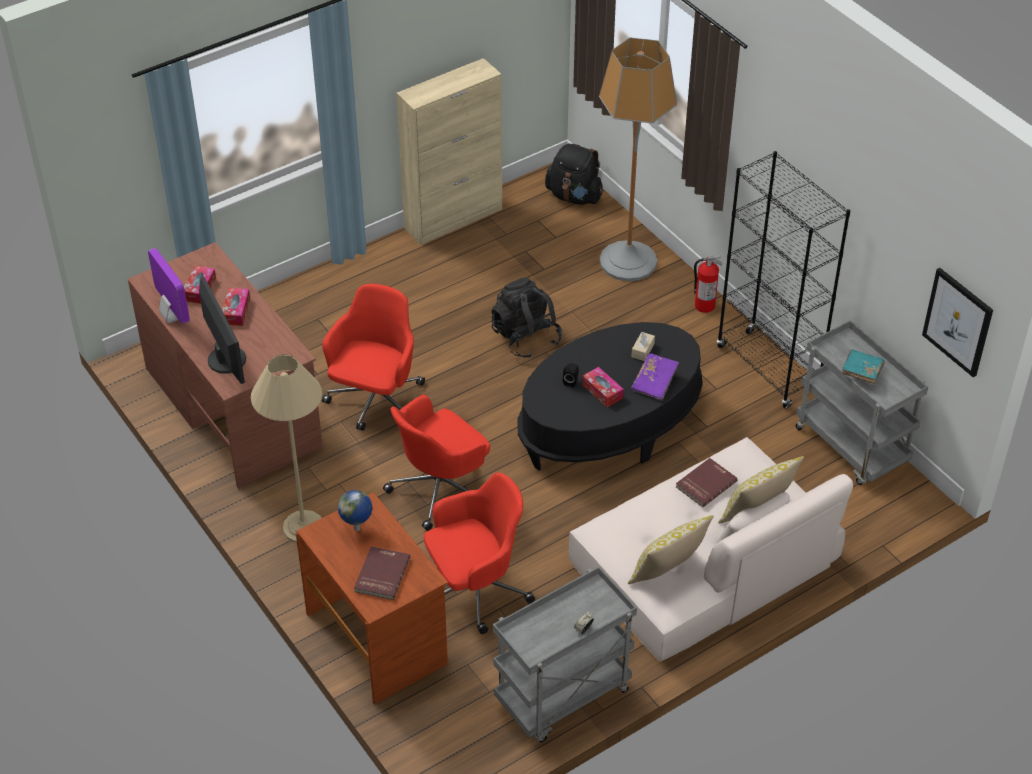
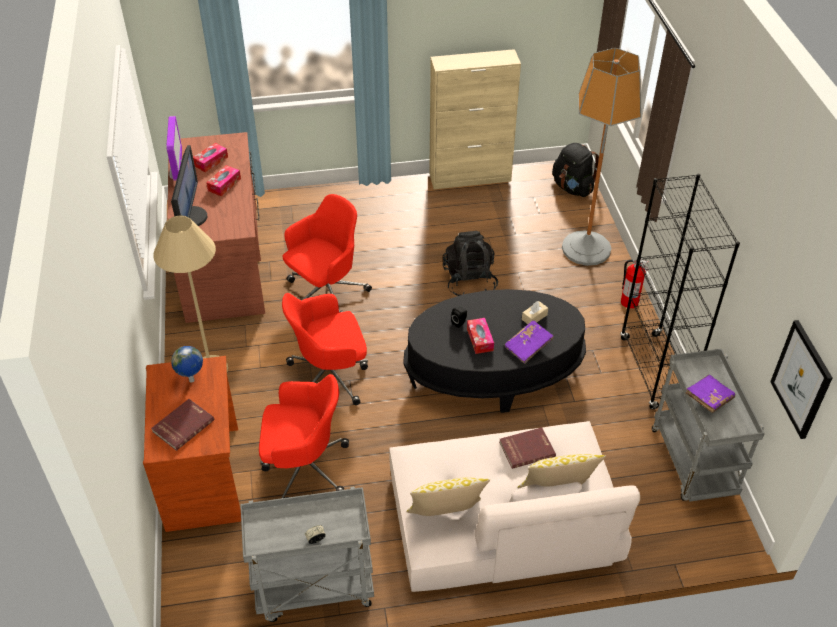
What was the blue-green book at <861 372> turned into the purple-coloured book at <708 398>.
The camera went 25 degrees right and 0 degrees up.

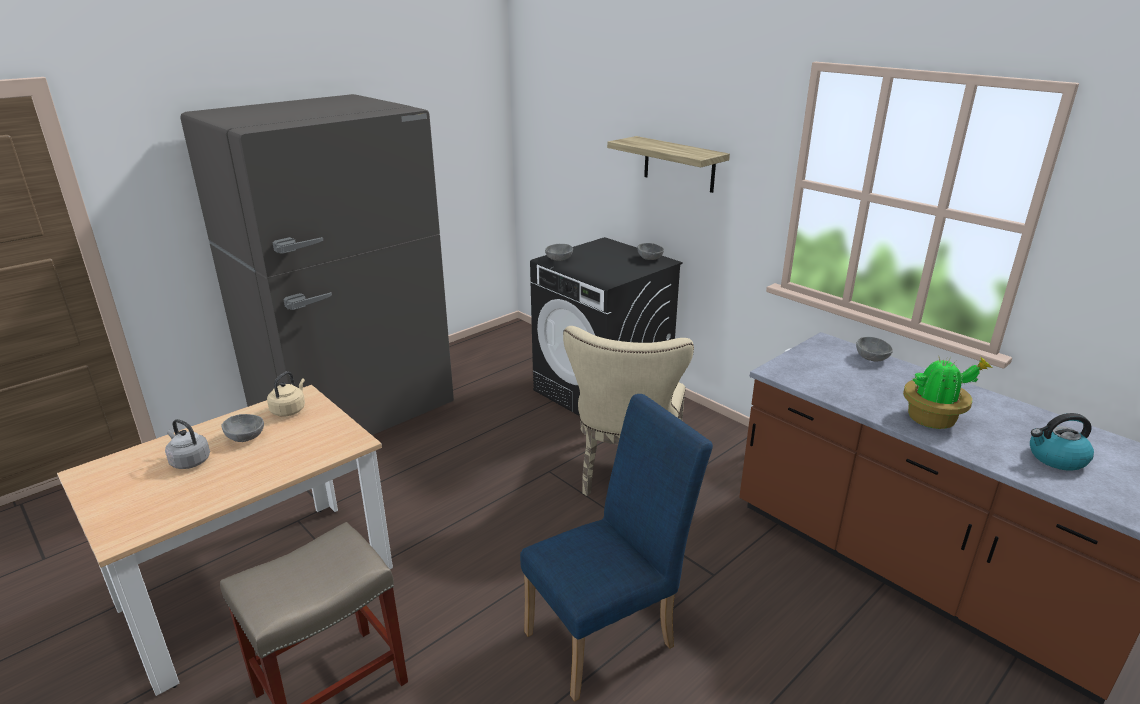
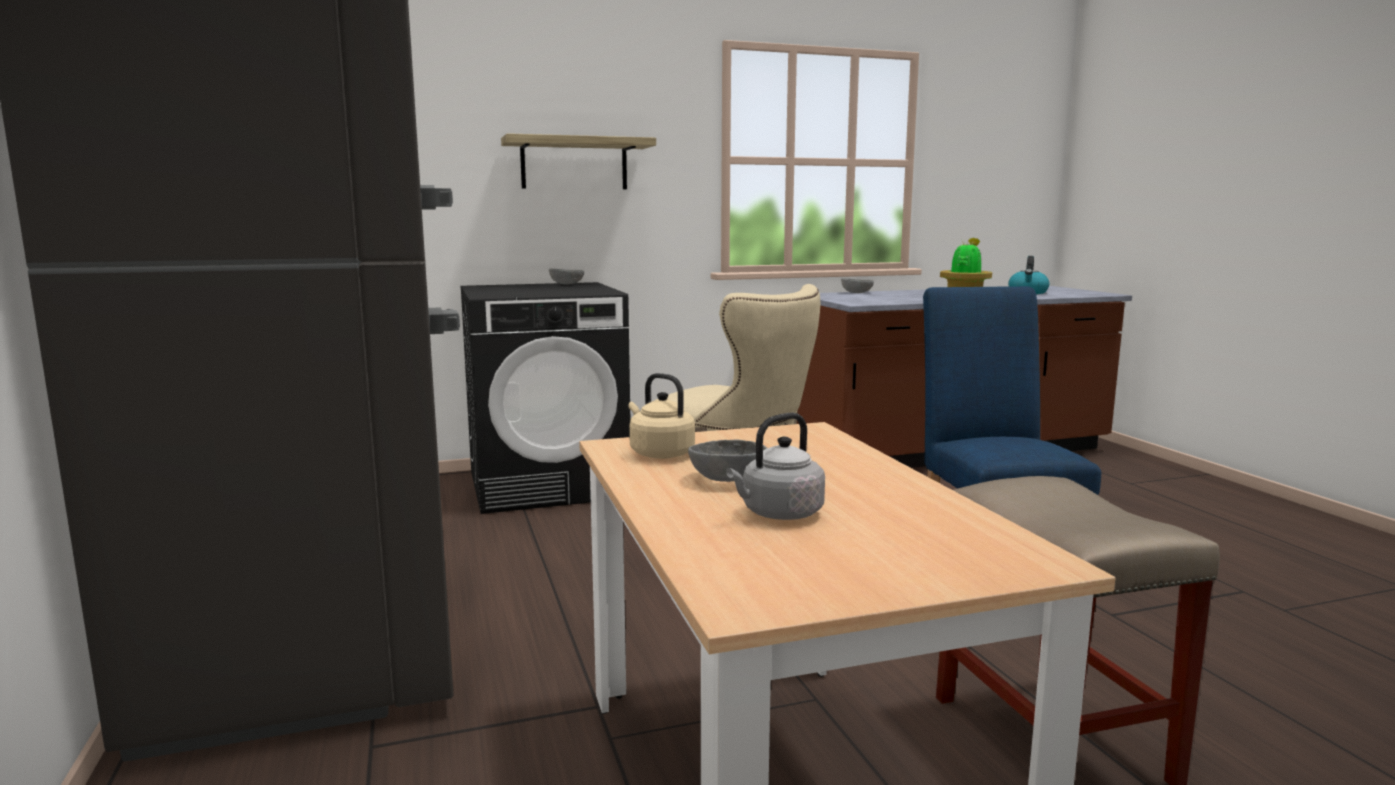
The second view lost the gray bowl at <559 259>.
The camera went 65 degrees left and 15 degrees down.

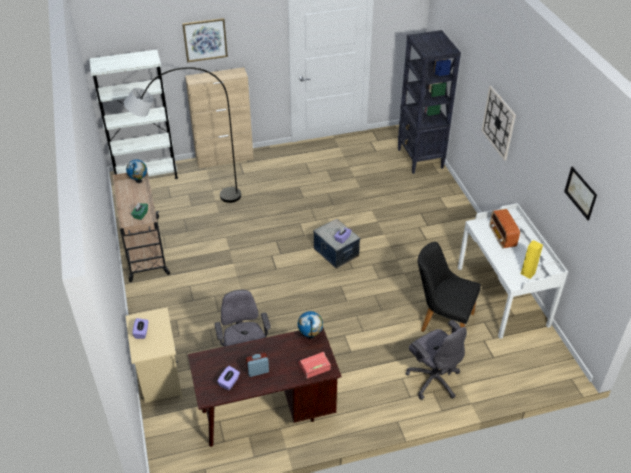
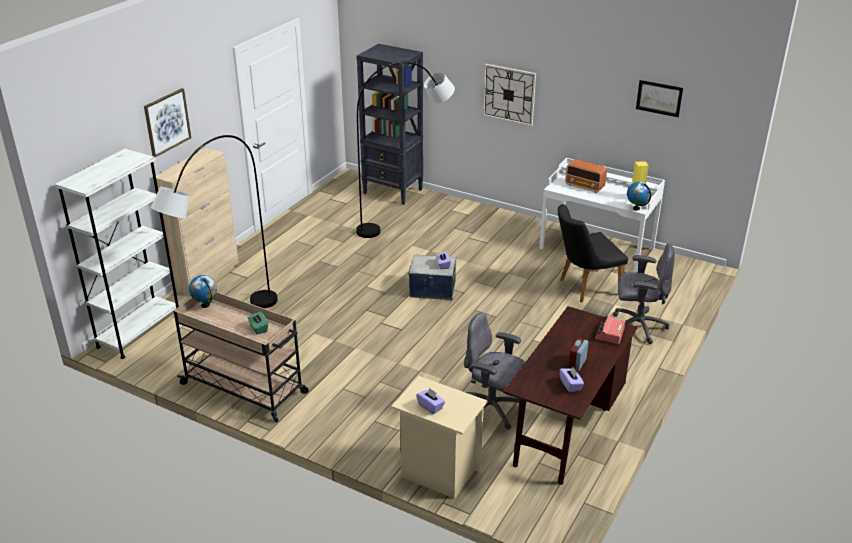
The world globe ended up elsewhere, having gone from <310 336> to <636 208>.
The second view gained the gray floor lamp at <407 220>.
The camera went 45 degrees left and 10 degrees down.

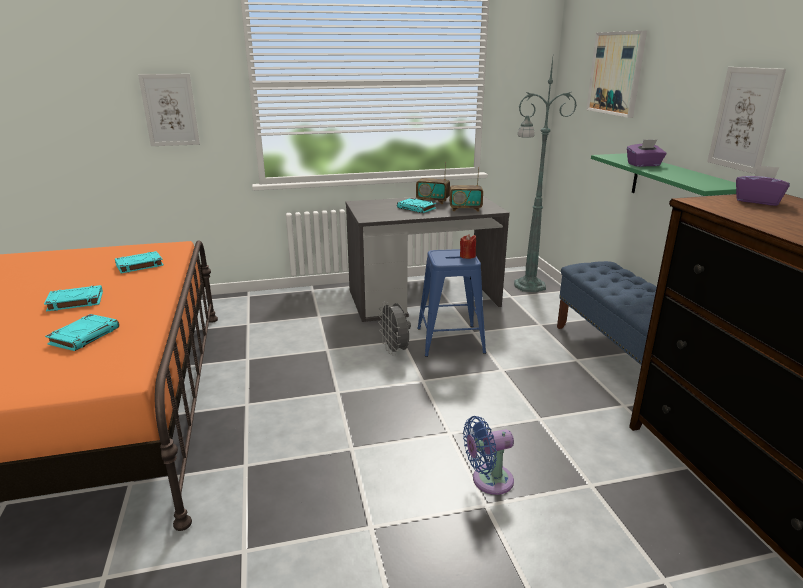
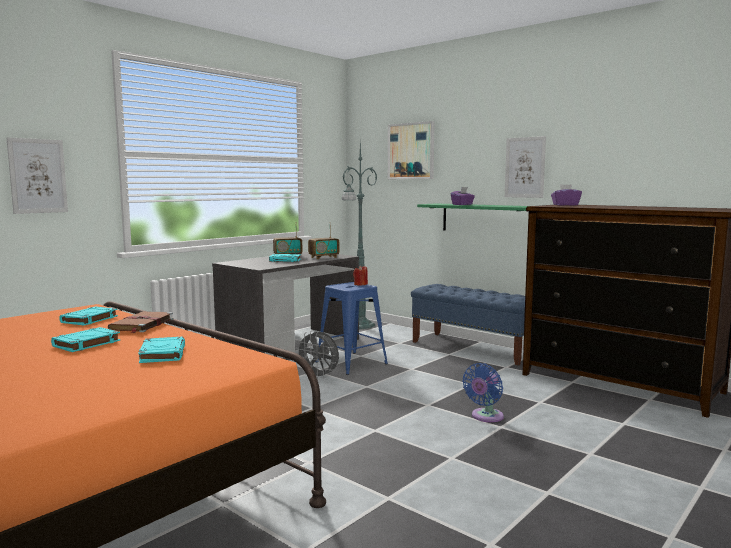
The second view gained the brownish book at <141 324>.
The camera went 35 degrees left and 15 degrees down.

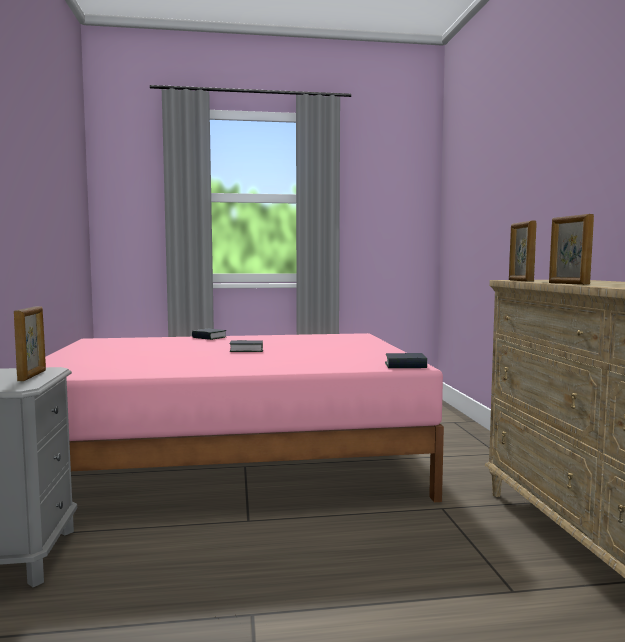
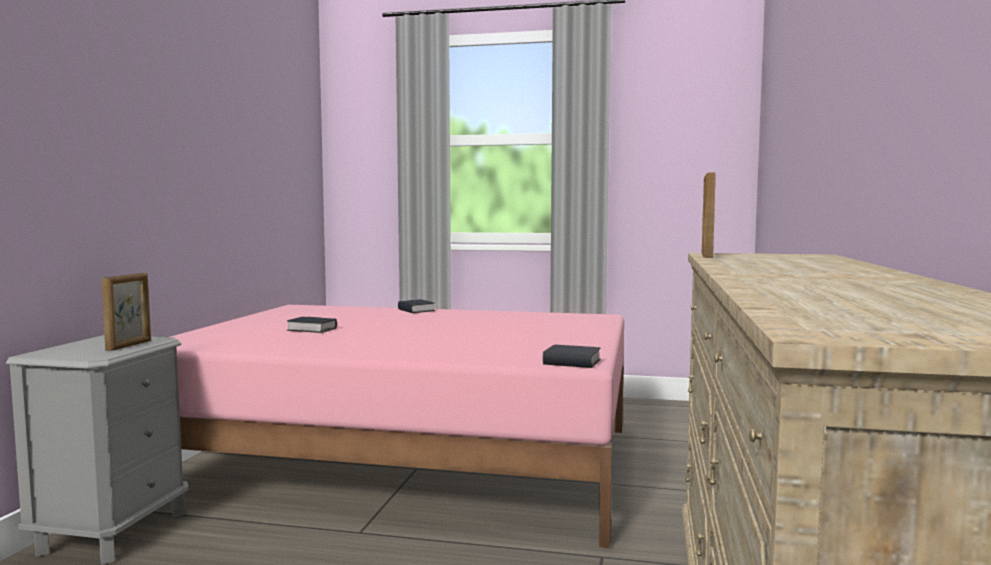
The book ended up elsewhere, having gone from <246 350> to <312 329>.
The second view lost the photo frame at <568 283>.
The camera went 20 degrees right and 0 degrees up.

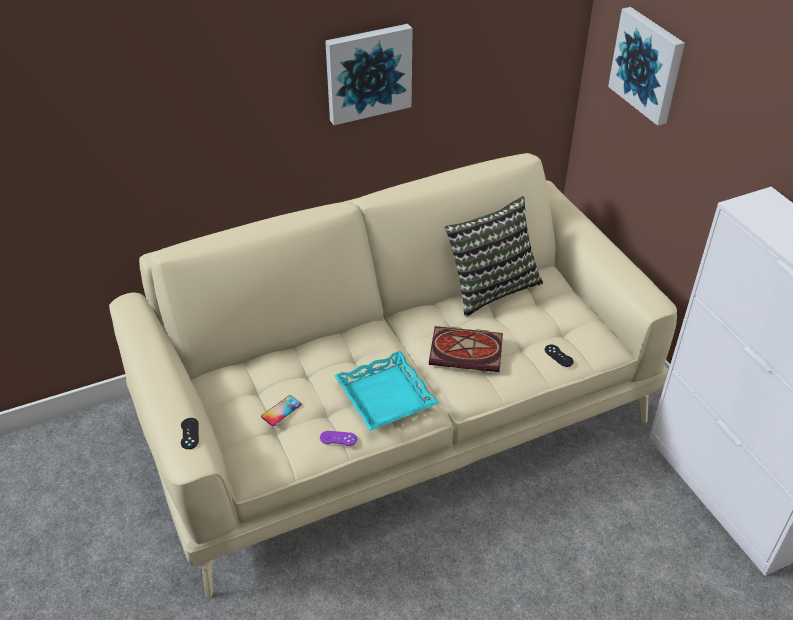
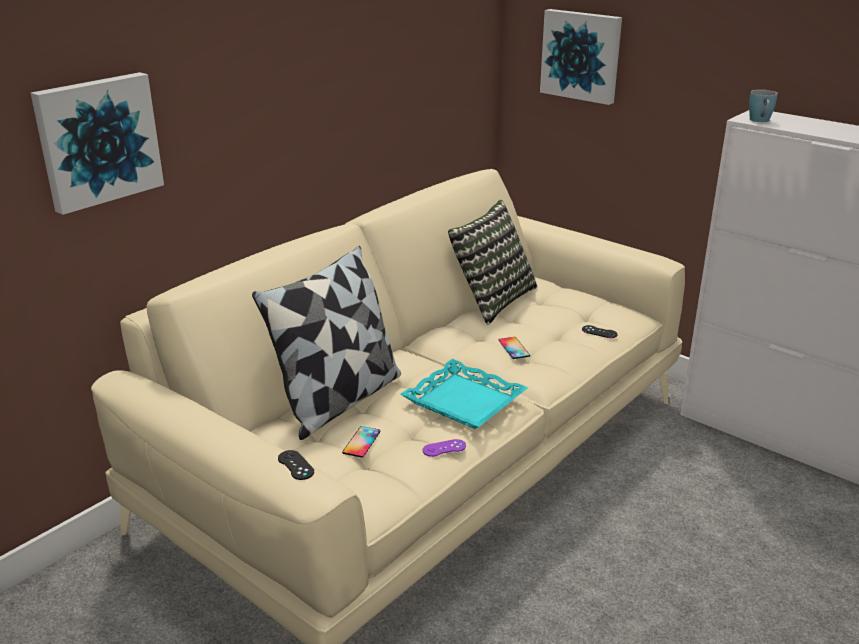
The wall art ended up elsewhere, having gone from <368 72> to <98 140>.
Where the book stood at <468 351>, the telephone came to stand at <514 348>.
The second view gained the throw pillow at <339 400>.
The second view gained the blue mug at <760 121>.
The camera went 25 degrees left and 15 degrees down.

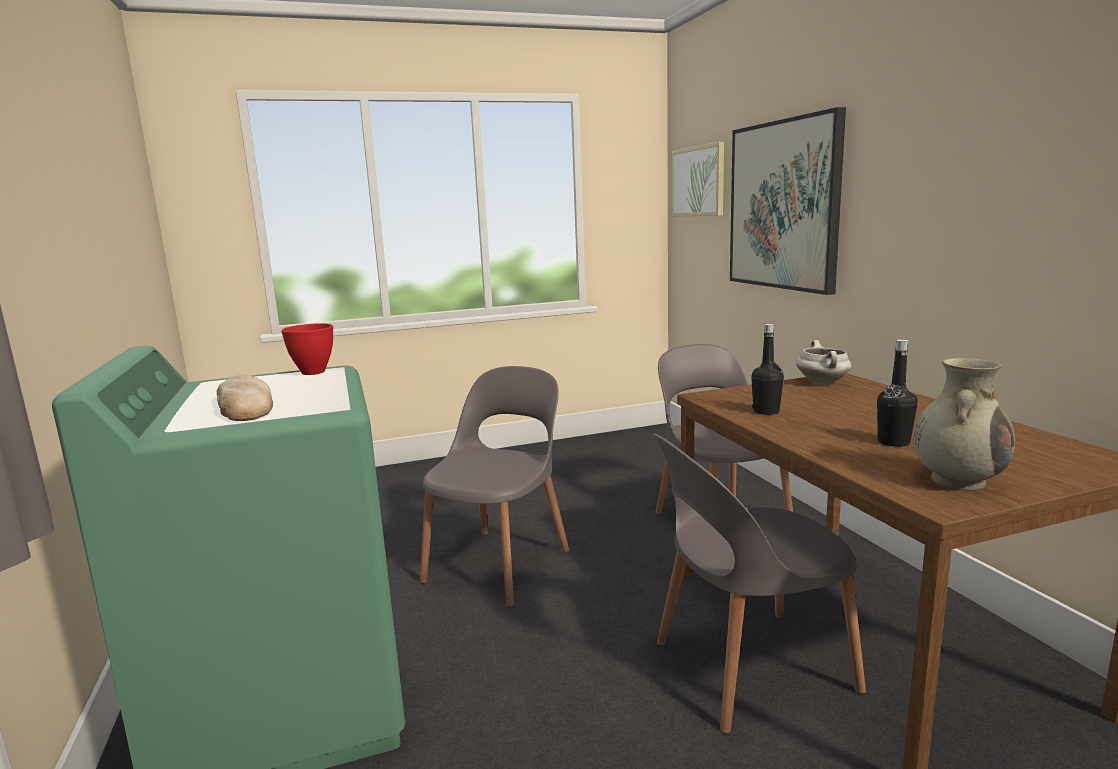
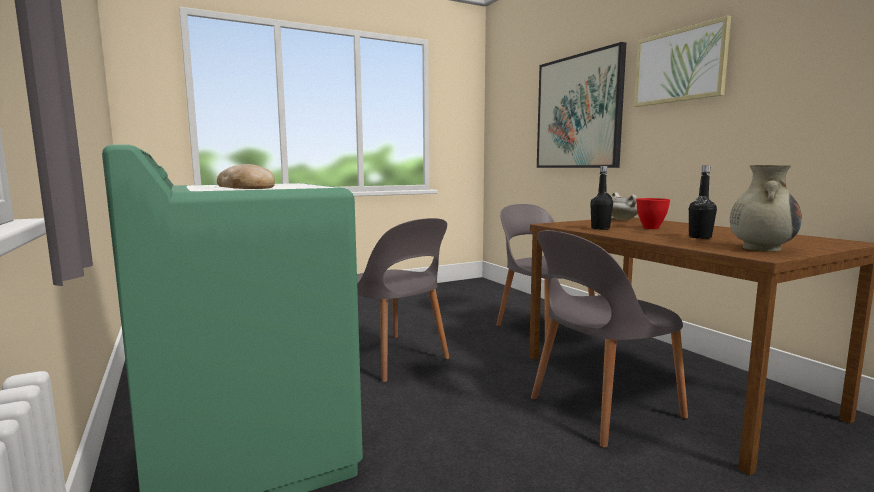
The red-coloured bowl ended up elsewhere, having gone from <314 372> to <651 228>.
The gray plain chair at <499 563> ended up facing another way, 120 degrees clockwise from before.
The wall art ended up elsewhere, having gone from <698 181> to <679 66>.
The camera went 10 degrees left and 5 degrees down.

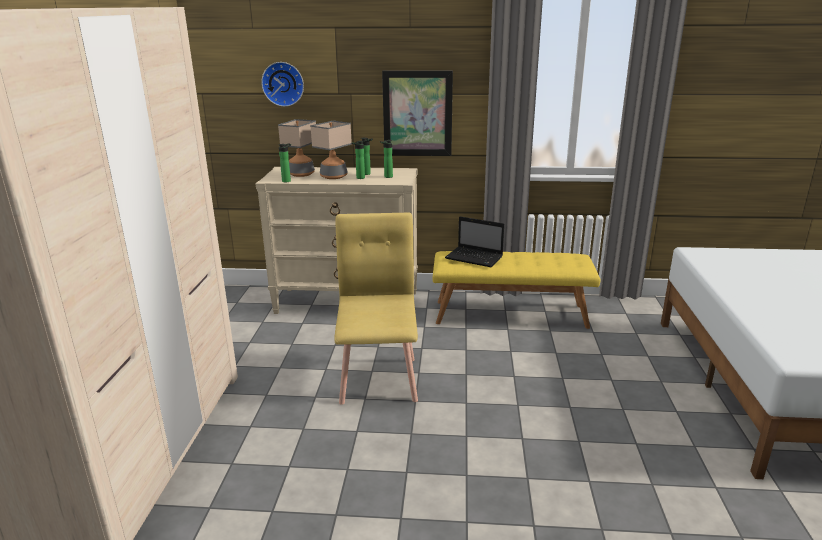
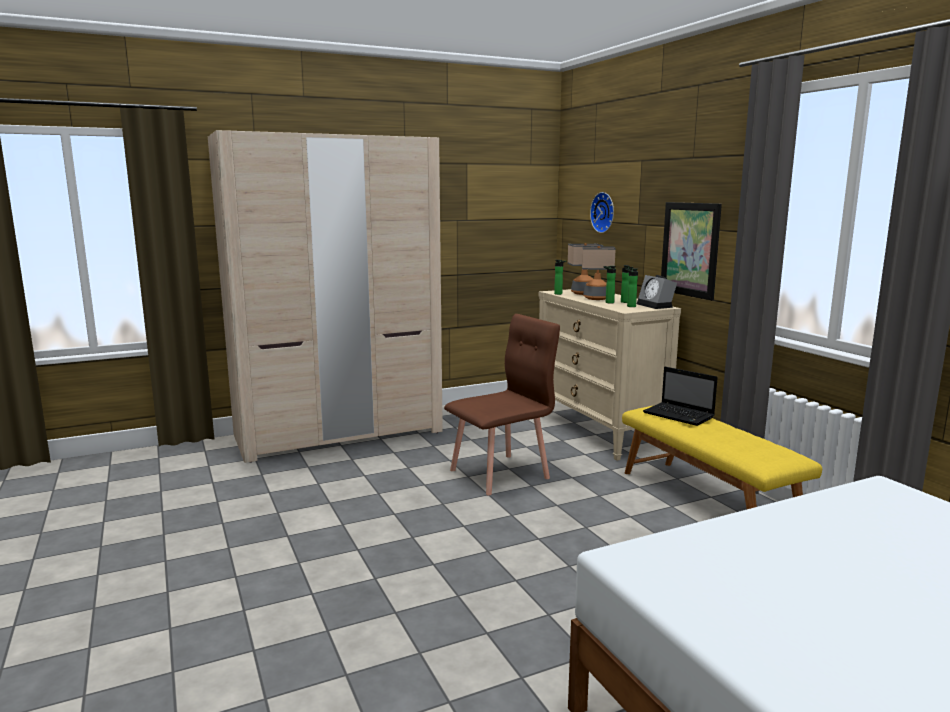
What was the yellowish plain chair at <379 379> turned into the brownish plain chair at <500 474>.
The portable computer at <475 258> ended up facing another way, 45 degrees counterclockwise from before.
The second view gained the bedside clock at <656 305>.
The camera went 60 degrees right and 10 degrees down.

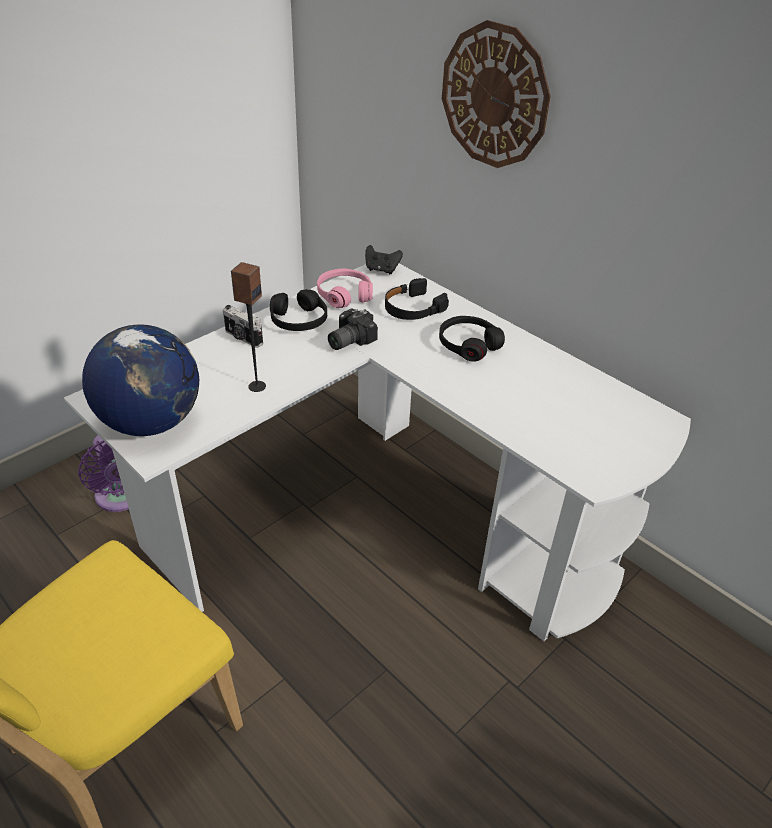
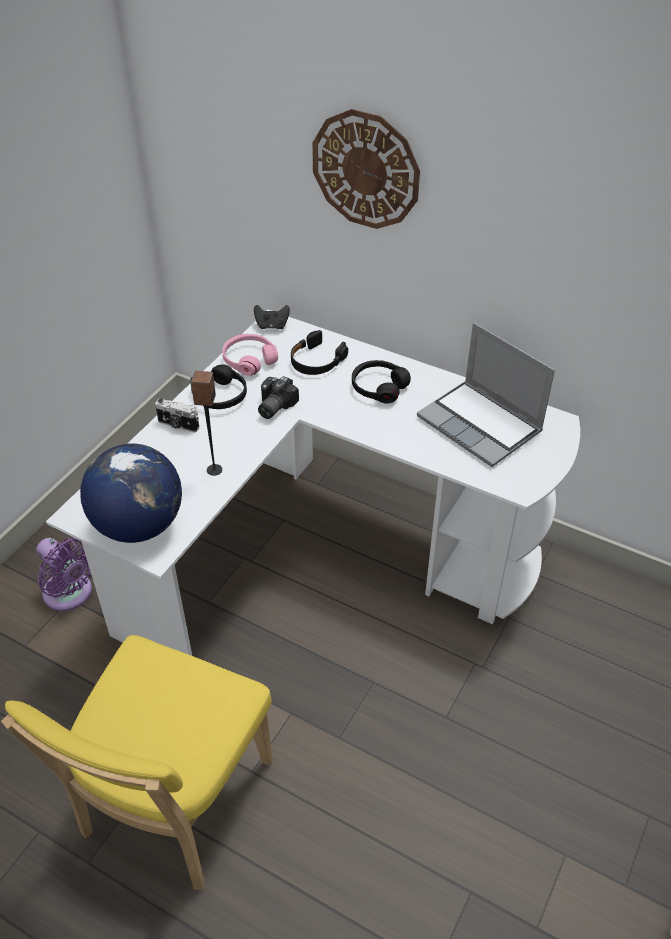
The second view gained the portable computer at <481 425>.
The camera went 15 degrees left and 5 degrees up.

